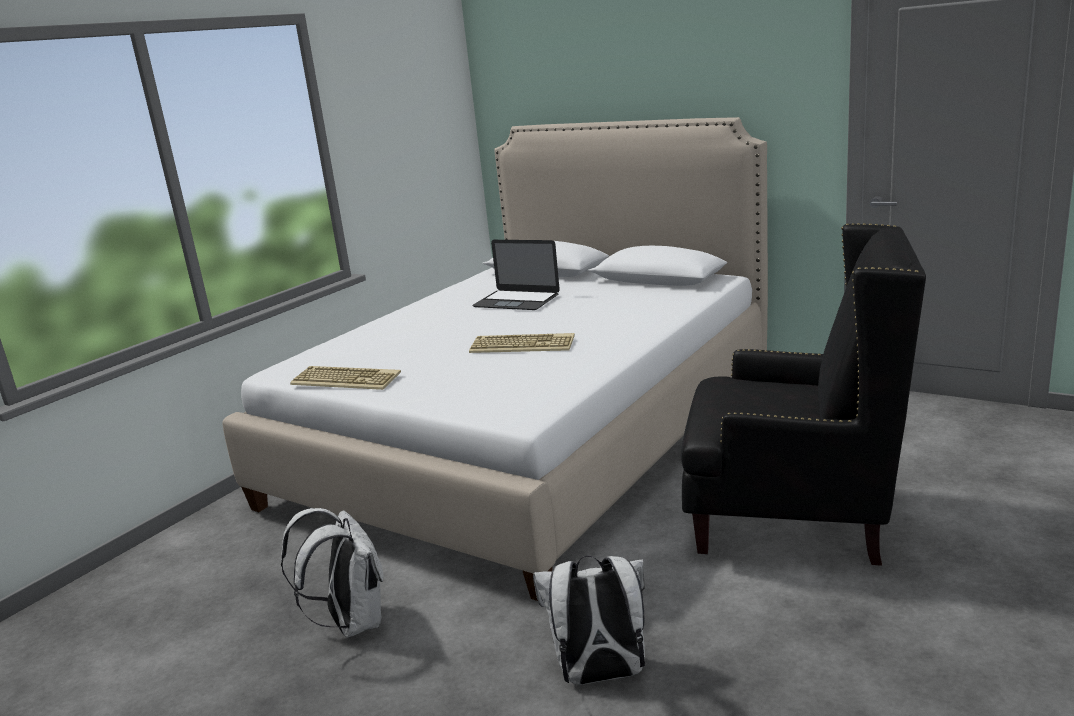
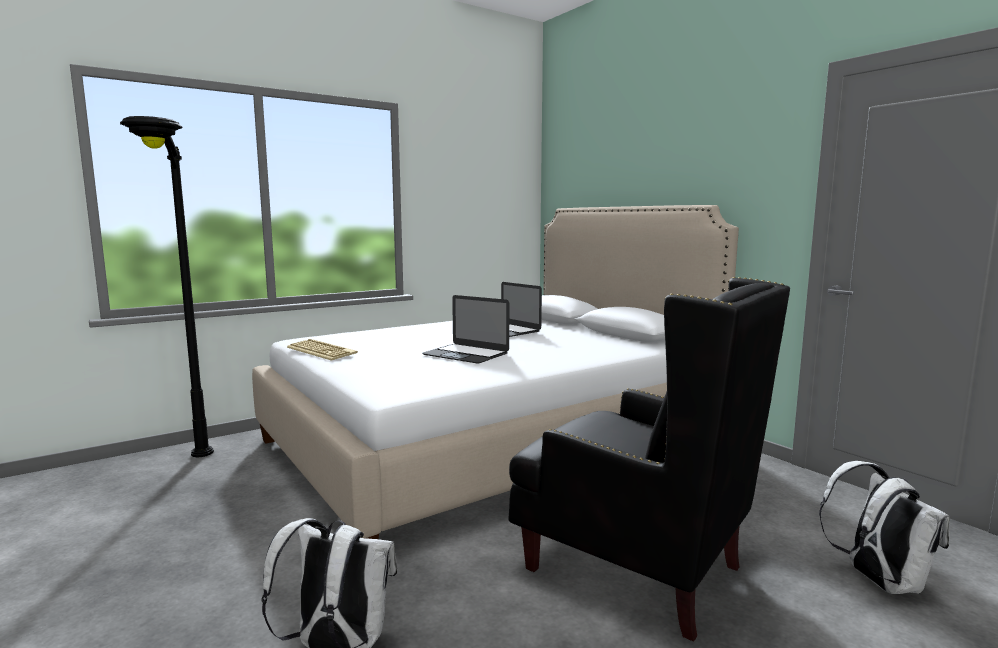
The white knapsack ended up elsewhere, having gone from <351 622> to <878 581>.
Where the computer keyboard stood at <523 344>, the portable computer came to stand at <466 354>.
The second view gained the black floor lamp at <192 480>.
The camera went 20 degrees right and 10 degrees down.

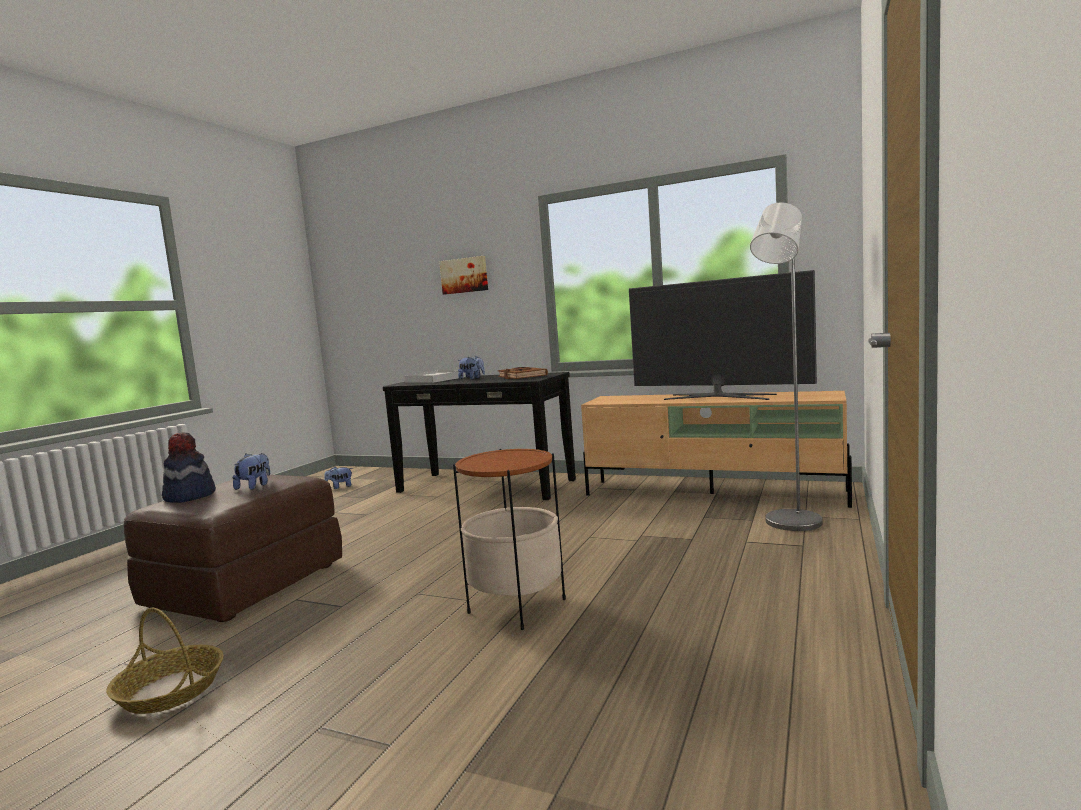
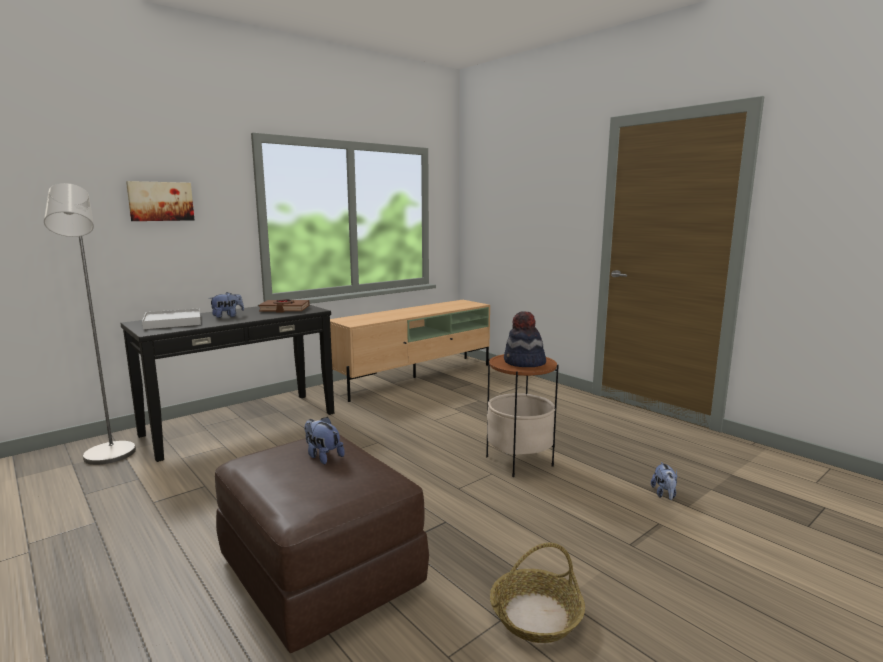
The clothing hat ended up elsewhere, having gone from <189 496> to <524 363>.
The cuddly toy ended up elsewhere, having gone from <340 487> to <664 494>.
The second view lost the TV set at <719 397>.
The gray floor lamp ended up elsewhere, having gone from <789 525> to <108 458>.
The camera went 65 degrees left and 5 degrees up.

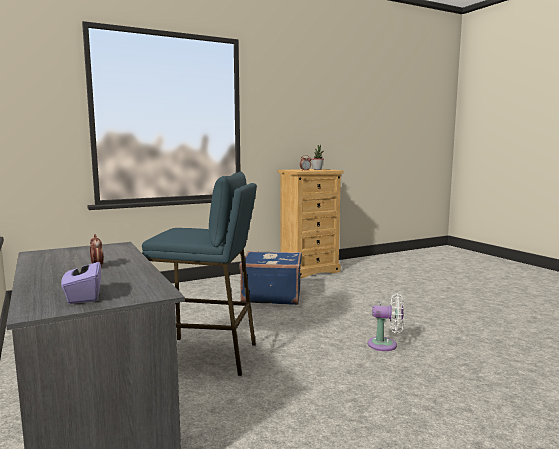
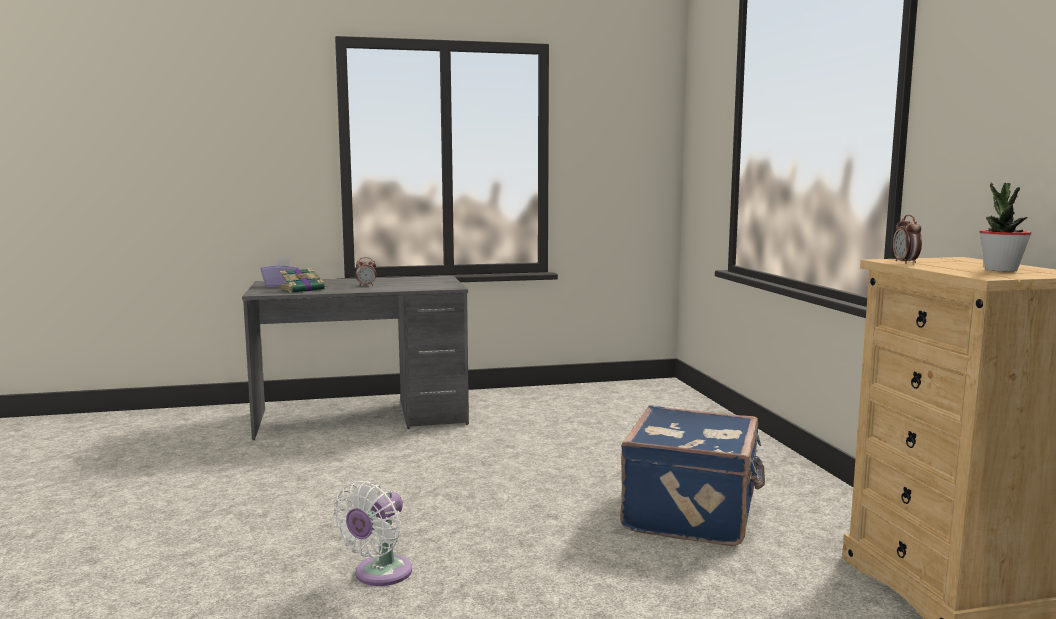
The second view lost the blue sitting stool at <207 356>.
The second view gained the book at <303 289>.
The camera went 105 degrees right and 0 degrees up.

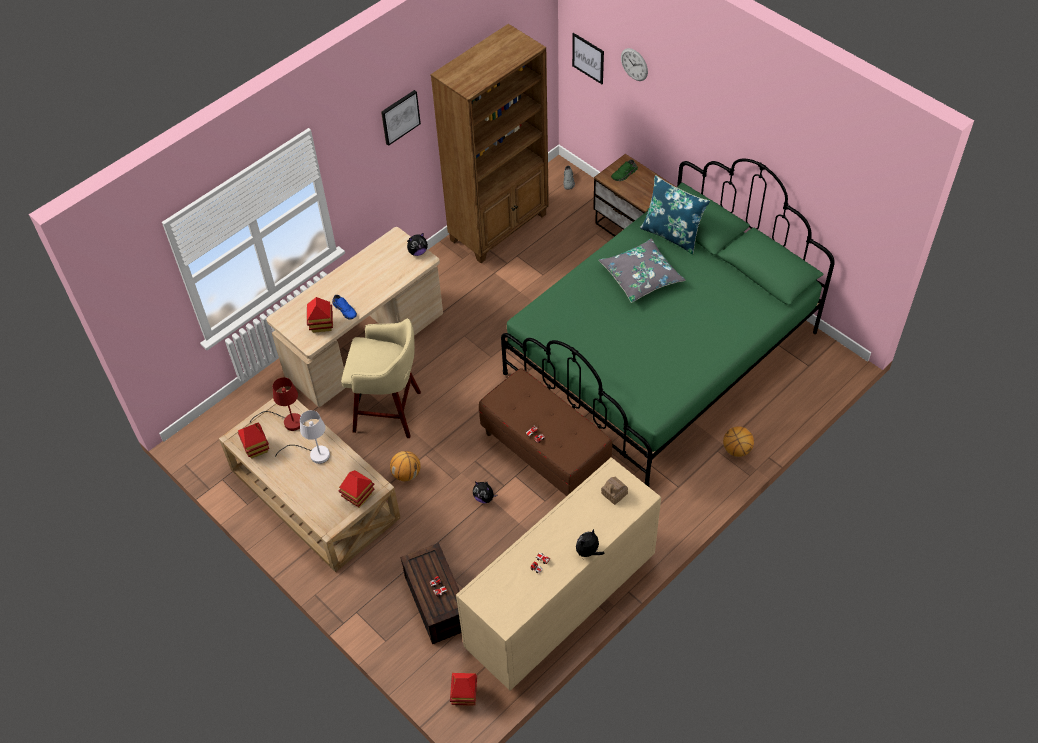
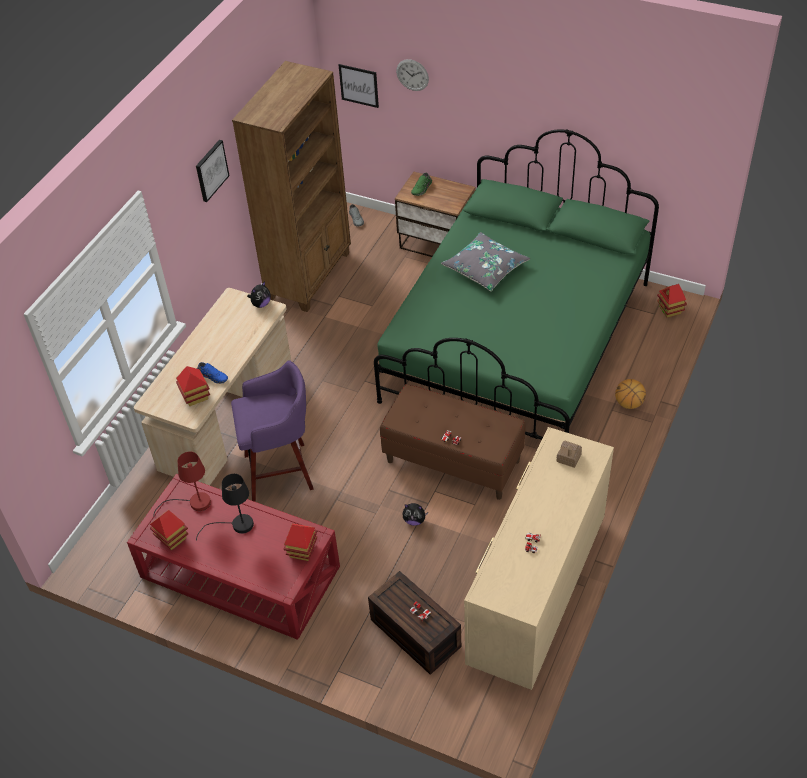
What was the beige-coloured lounge table at <315 493> turned into the red-coloured lounge table at <240 571>.
What was the white tabletop lamp at <314 454> turned into the black tabletop lamp at <236 525>.
What was the beige-coloured sitting stool at <389 412> turned into the purple-coloured sitting stool at <281 471>.
The second view lost the ball for basketball at <406 474>.
The model house ended up elsewhere, having gone from <464 695> to <670 310>.
The second view lost the cuddly toy at <588 552>.
The second view lost the blue throw pillow at <672 234>.
The camera went 20 degrees left and 5 degrees down.

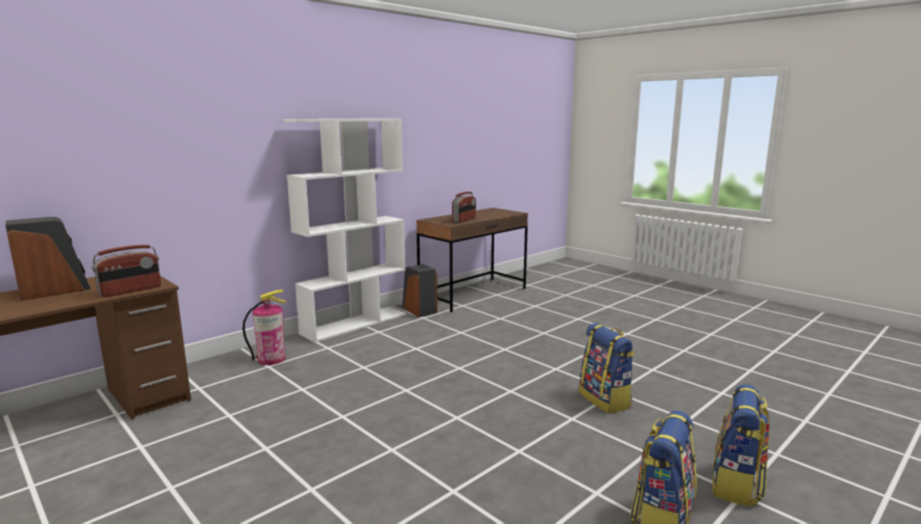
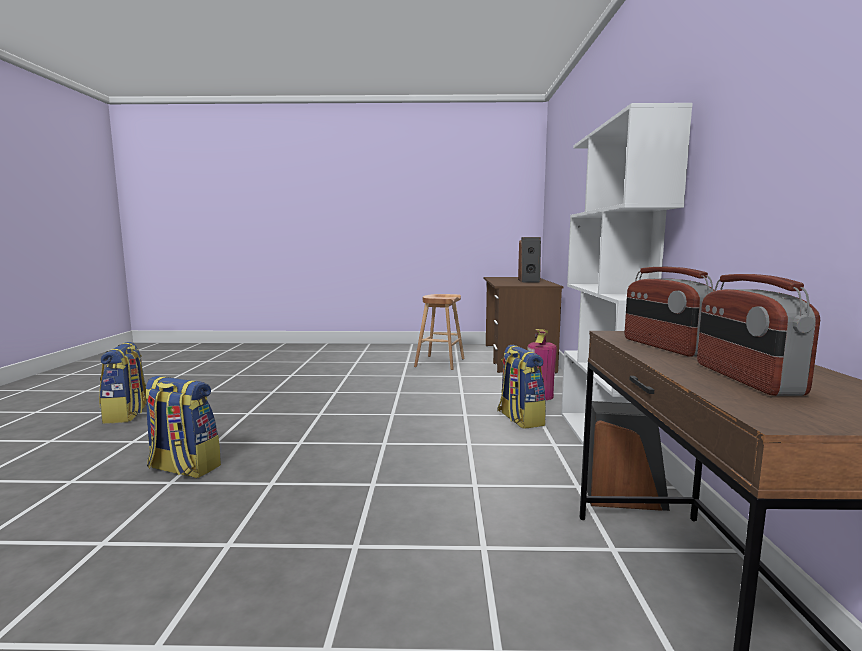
The radio receiver ended up elsewhere, having gone from <130 291> to <745 378>.
The knapsack ended up elsewhere, having gone from <737 485> to <519 419>.
The second view gained the brownish sitting stool at <440 363>.
The camera went 135 degrees right and 5 degrees down.

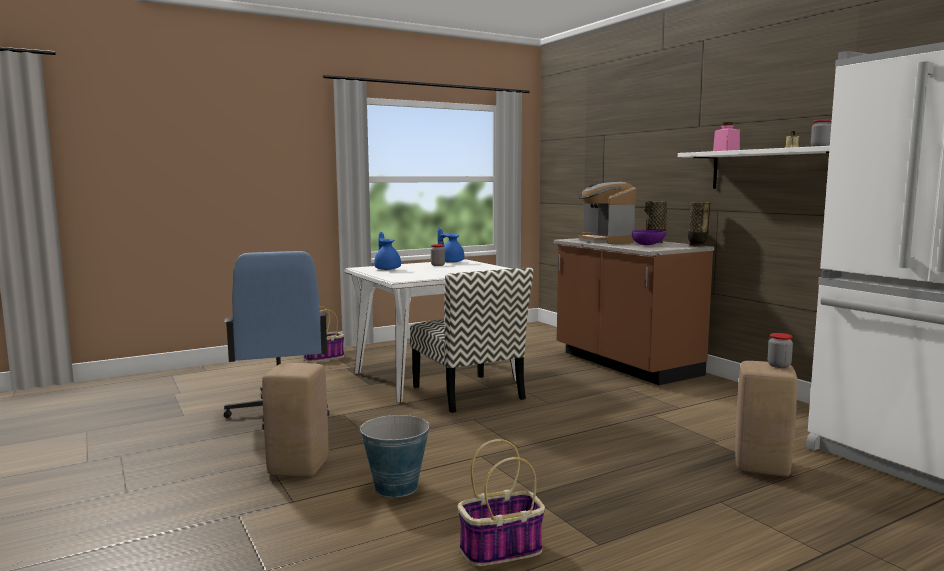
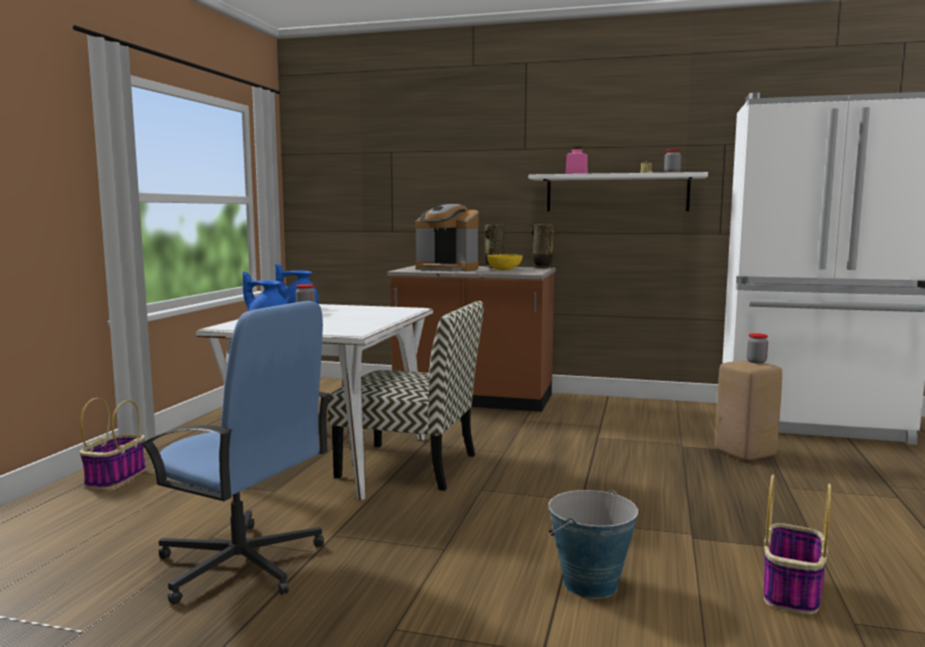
The second view lost the beige-coloured sitting stool at <298 467>.
What was the purple-coloured bowl at <648 245> turned into the yellowish bowl at <504 270>.
The camera went 45 degrees left and 0 degrees up.

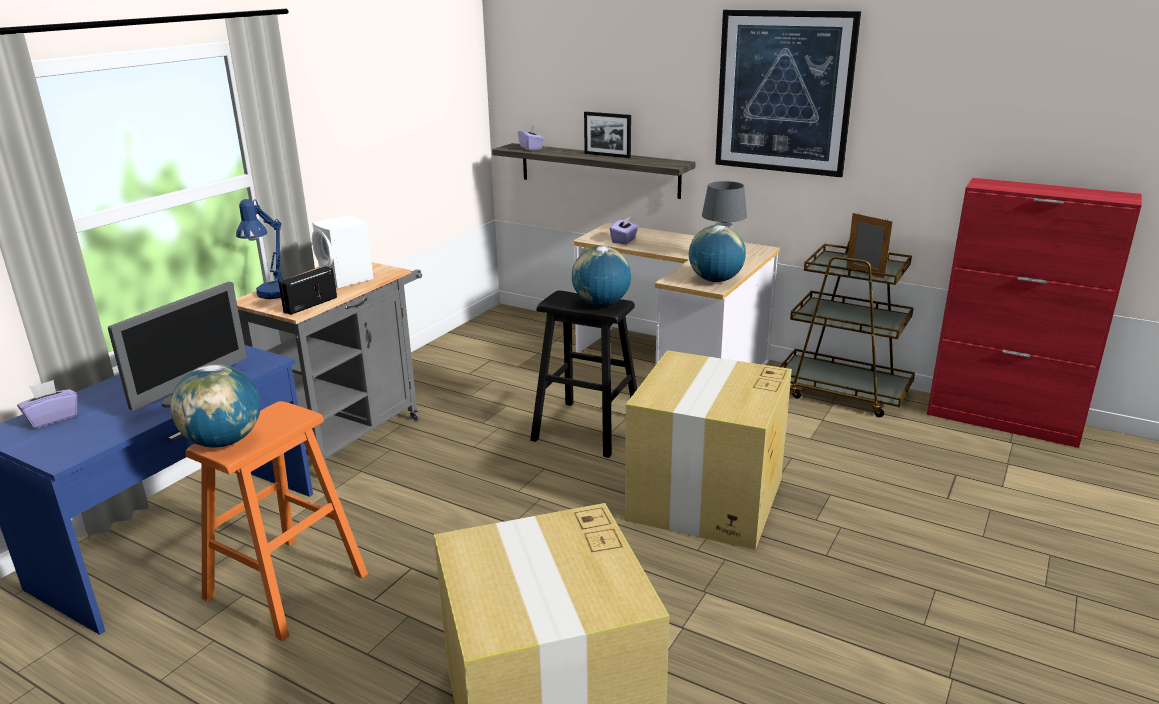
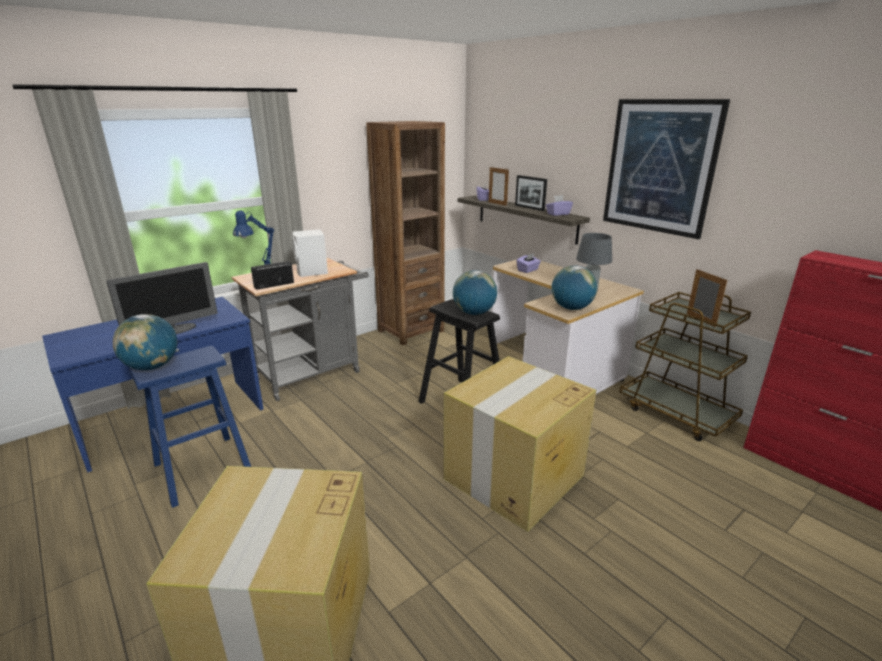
The purple-coloured tissue holder ended up elsewhere, having gone from <52 418> to <558 214>.
What was the orangey sitting stool at <286 586> turned into the blue sitting stool at <202 469>.
The second view gained the brownish shelving unit at <411 331>.
The second view gained the photo frame at <497 203>.
The camera went 20 degrees right and 0 degrees up.

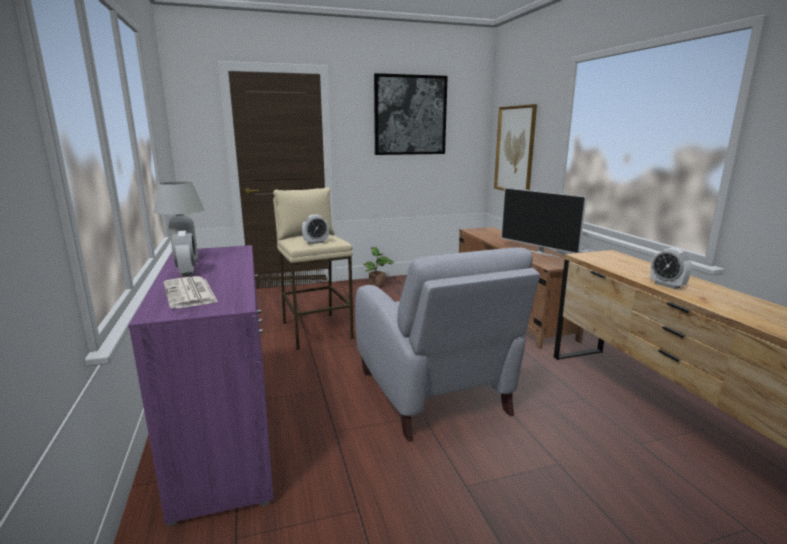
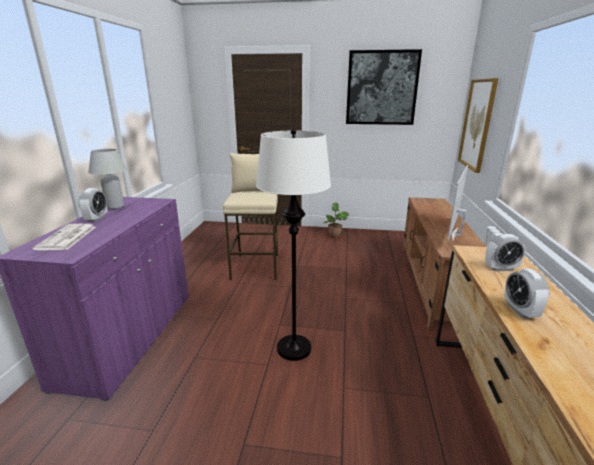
The bedside clock ended up elsewhere, having gone from <316 242> to <501 268>.
Where the gray lounge chair stood at <434 395>, the white floor lamp came to stand at <293 348>.
The TV set at <539 252> ended up facing another way, 45 degrees clockwise from before.
The camera went 25 degrees right and 5 degrees up.

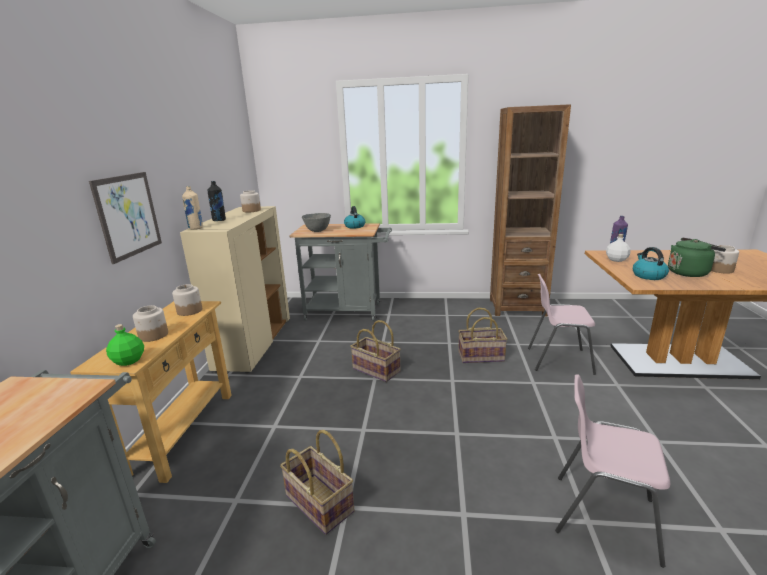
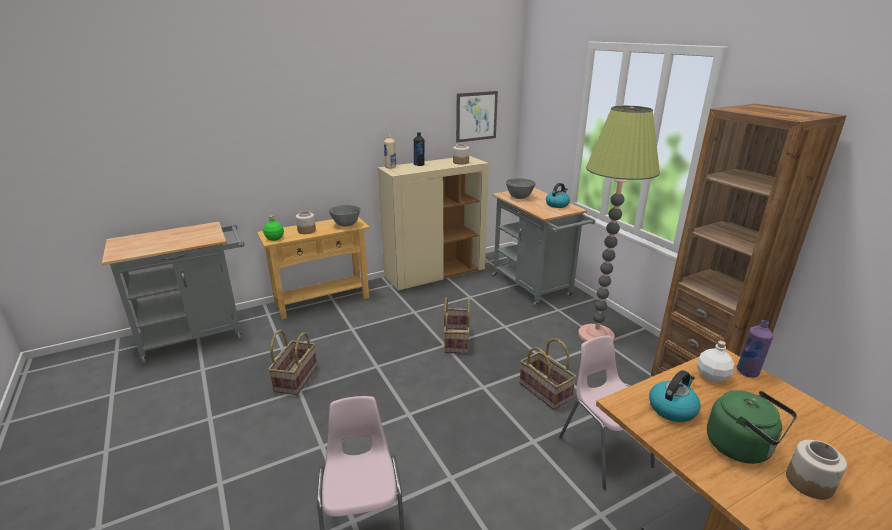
The wall art ended up elsewhere, having gone from <128 215> to <476 116>.
Where the preserve jar stood at <189 311>, the gray bowl came to stand at <346 225>.
The second view gained the floor lamp at <596 336>.
The camera went 55 degrees right and 5 degrees up.

